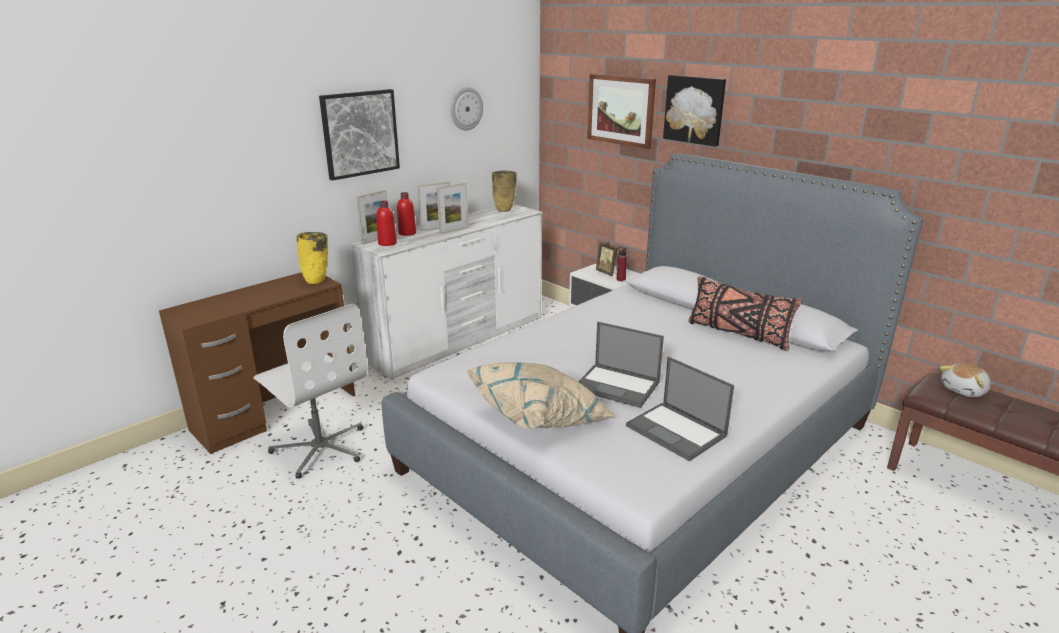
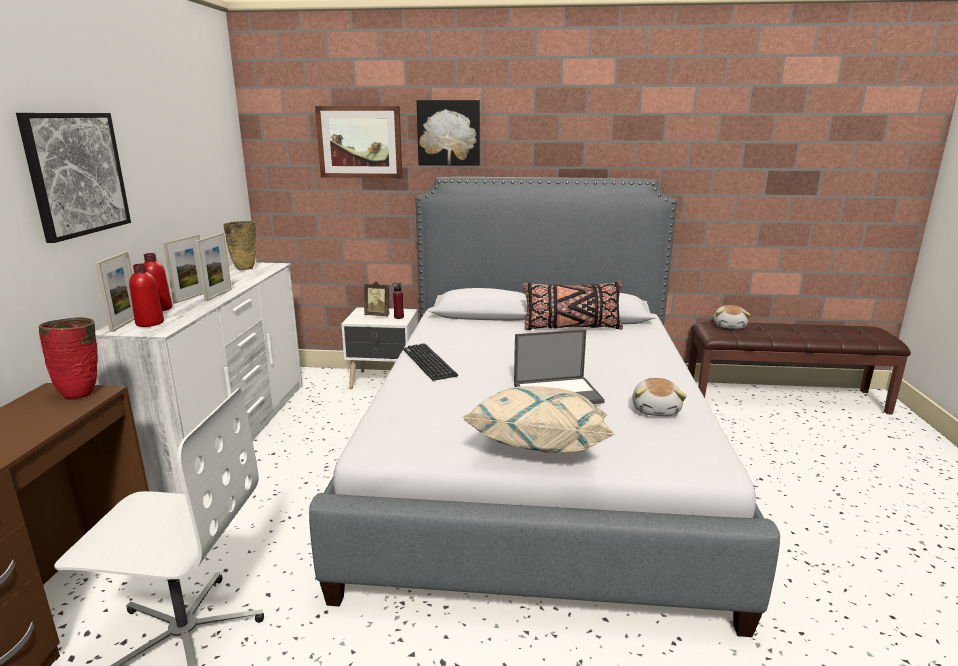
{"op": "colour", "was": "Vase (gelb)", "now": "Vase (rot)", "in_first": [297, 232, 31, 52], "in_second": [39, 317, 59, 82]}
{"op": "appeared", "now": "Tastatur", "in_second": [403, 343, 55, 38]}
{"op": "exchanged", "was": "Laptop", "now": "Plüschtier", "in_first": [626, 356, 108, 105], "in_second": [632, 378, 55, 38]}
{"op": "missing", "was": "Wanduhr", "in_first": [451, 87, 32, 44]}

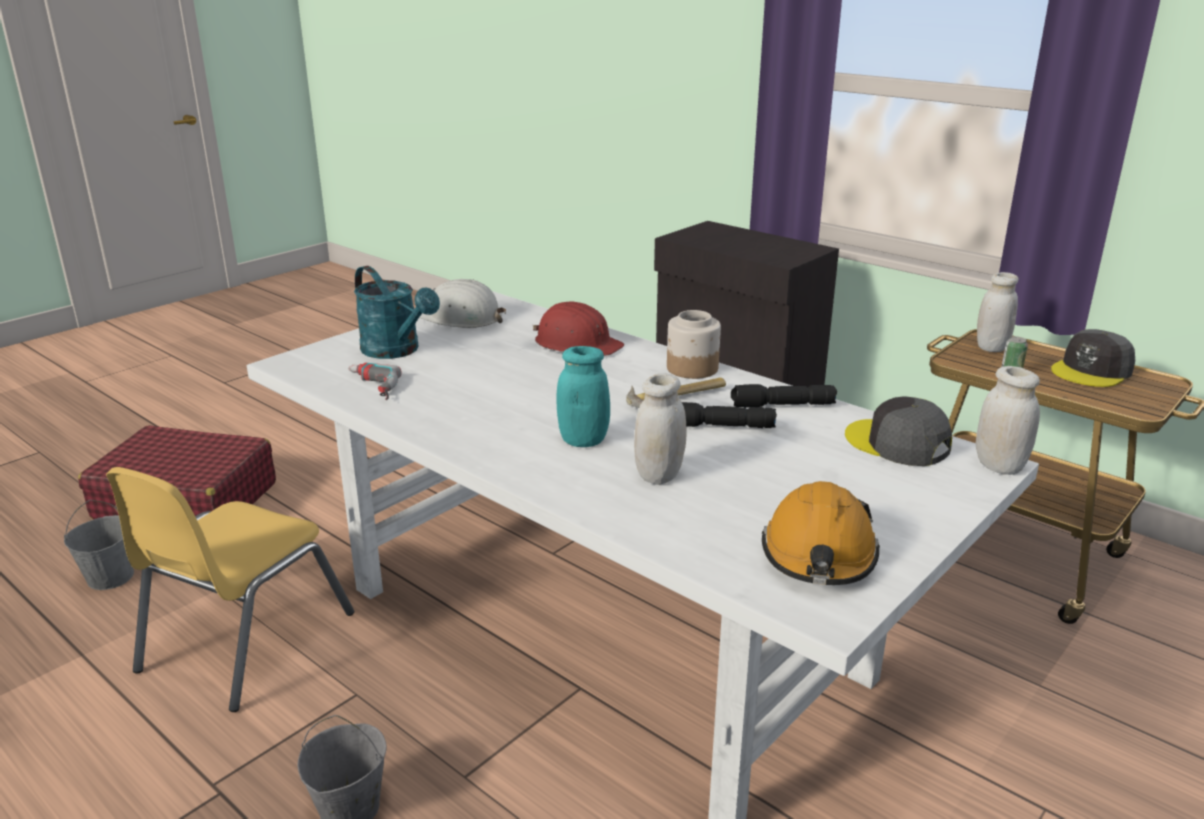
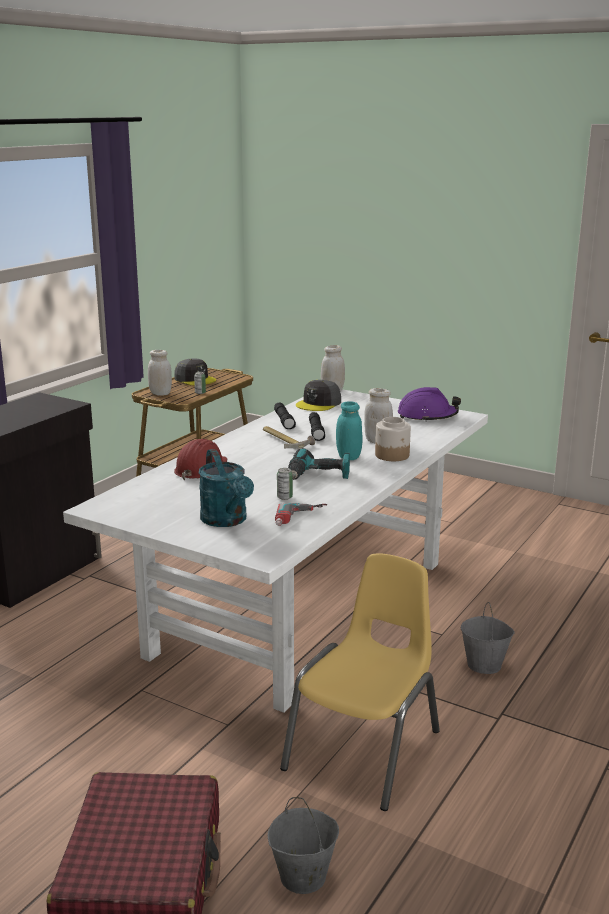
{"op": "spun", "was": "Gießkanne (türkis)", "in_first": [354, 266, 86, 93], "in_second": [199, 449, 55, 78], "clockwise": 120}
{"op": "appeared", "now": "Dose", "in_second": [277, 468, 16, 32]}
{"op": "spun", "was": "Stuhl (gelb)", "in_first": [106, 467, 248, 245], "in_second": [280, 553, 160, 258], "clockwise": -75}
{"op": "appeared", "now": "Bohrmaschine", "in_second": [288, 448, 62, 32]}
{"op": "relocated", "was": "Vorratsglas", "in_first": [667, 310, 54, 69], "in_second": [375, 417, 36, 44]}
{"op": "colour", "was": "Schutzhelm (orange)", "now": "Schutzhelm (lila)", "in_first": [762, 481, 118, 104], "in_second": [398, 387, 63, 35]}
{"op": "missing", "was": "Schutzhelm (weiß)", "in_first": [419, 279, 87, 49]}

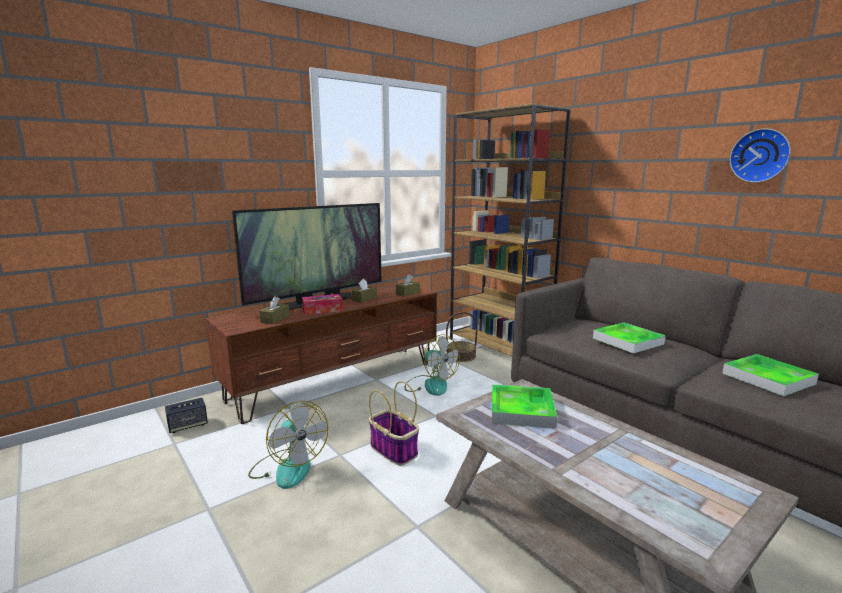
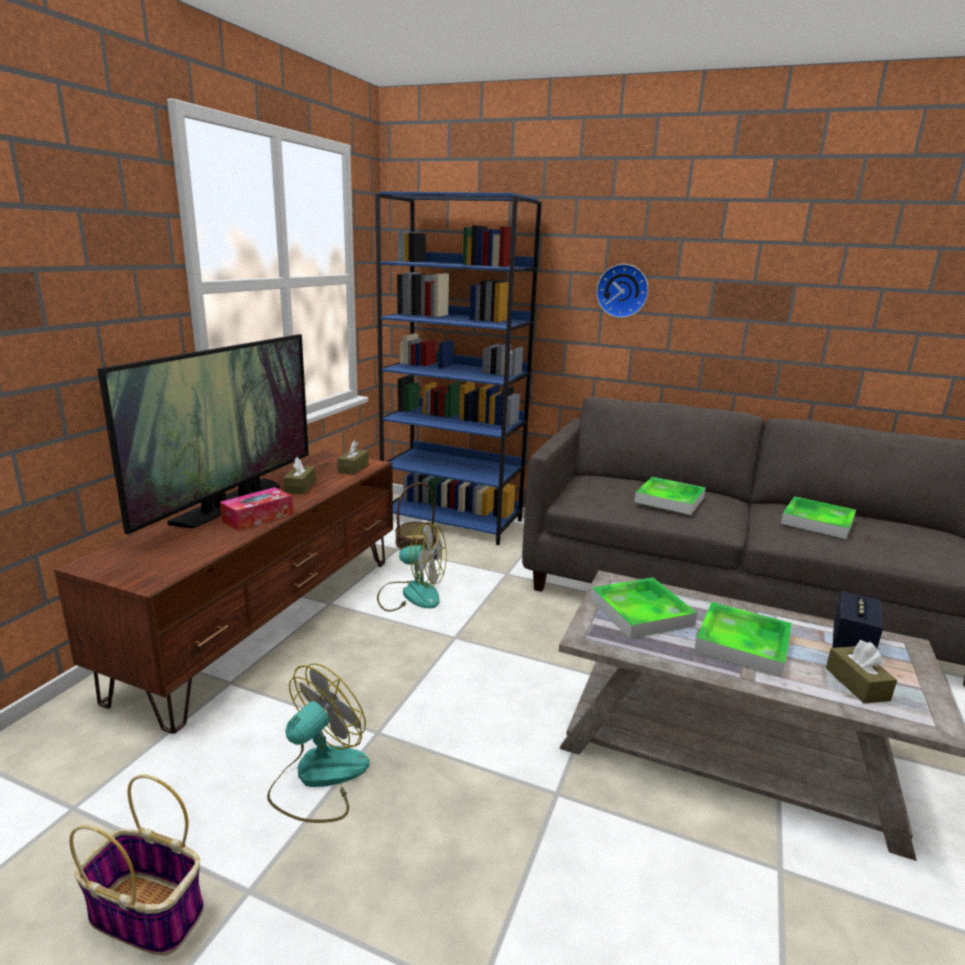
{"op": "relocated", "was": "Korb", "in_first": [369, 381, 50, 85], "in_second": [69, 775, 135, 180]}
{"op": "spun", "was": "Ventilator", "in_first": [248, 401, 80, 88], "in_second": [267, 663, 102, 160], "clockwise": -75}
{"op": "colour", "was": "Bücherregal (braun)", "now": "Bücherregal (blau)", "in_first": [450, 103, 121, 254], "in_second": [375, 191, 167, 354]}
{"op": "relocated", "was": "Wanduhr", "in_first": [730, 128, 61, 55], "in_second": [596, 264, 53, 54]}
{"op": "appeared", "now": "Tablett", "in_second": [694, 602, 98, 76]}
{"op": "relocated", "was": "Taschentuchbox (braun)", "in_first": [259, 296, 31, 28], "in_second": [826, 640, 71, 63]}
{"op": "relocated", "was": "Lautsprecher", "in_first": [165, 398, 43, 35], "in_second": [832, 591, 51, 57]}

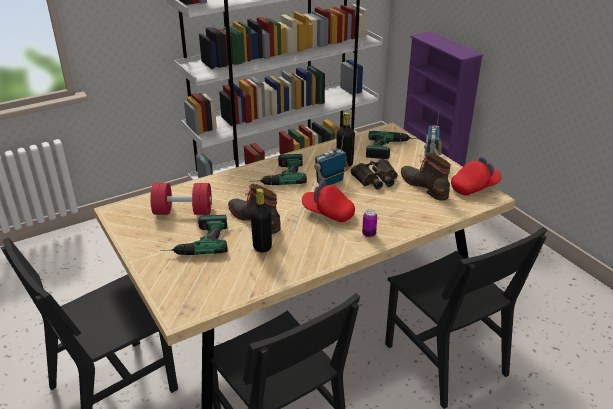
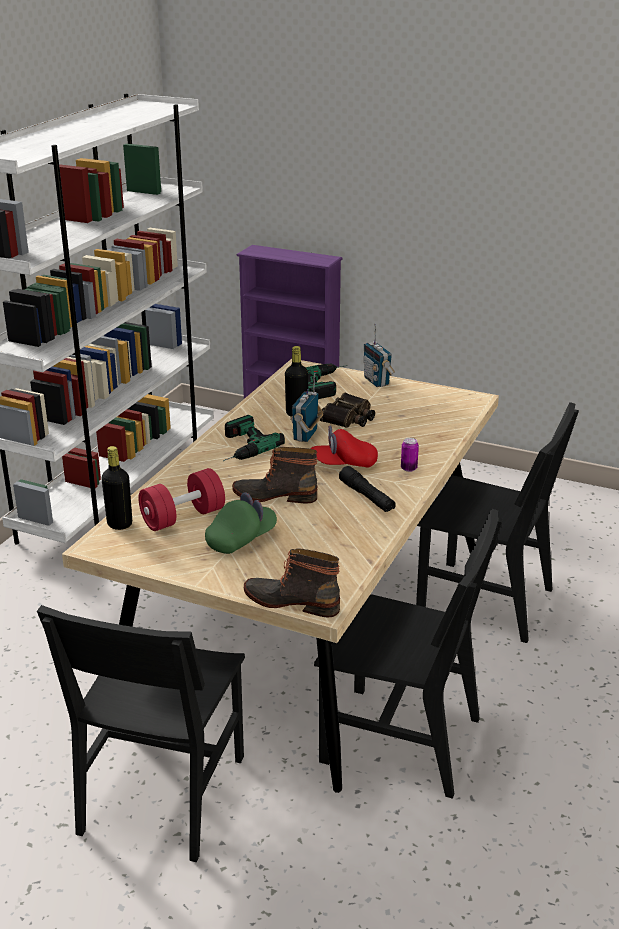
{"op": "relocated", "was": "Flasche (schwarz)", "in_first": [250, 188, 22, 64], "in_second": [101, 446, 31, 84]}
{"op": "exchanged", "was": "Bohrmaschine", "now": "Kappe (grün)", "in_first": [160, 215, 67, 40], "in_second": [205, 492, 72, 62]}
{"op": "relocated", "was": "Stiefel", "in_first": [401, 152, 50, 49], "in_second": [244, 548, 96, 69]}
{"op": "appeared", "now": "Taschenlampe (schwarz)", "in_second": [339, 466, 57, 46]}
{"op": "missing", "was": "Kappe (rot)", "in_first": [451, 157, 50, 38]}

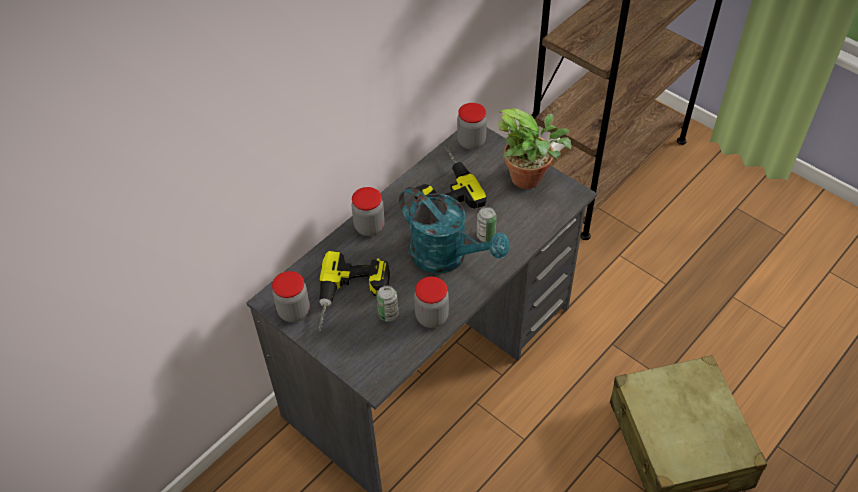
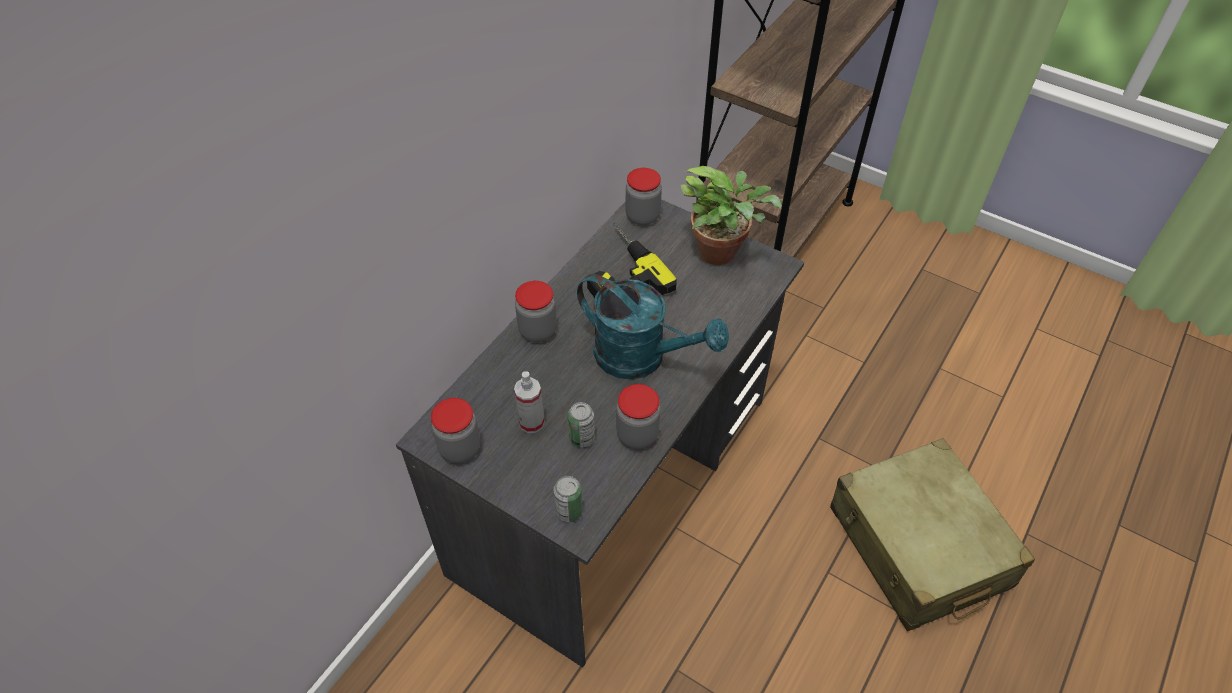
{"op": "exchanged", "was": "Bohrmaschine", "now": "Sprühflasche", "in_first": [318, 251, 72, 80], "in_second": [514, 371, 31, 62]}
{"op": "relocated", "was": "Dose", "in_first": [477, 207, 20, 35], "in_second": [553, 476, 30, 46]}

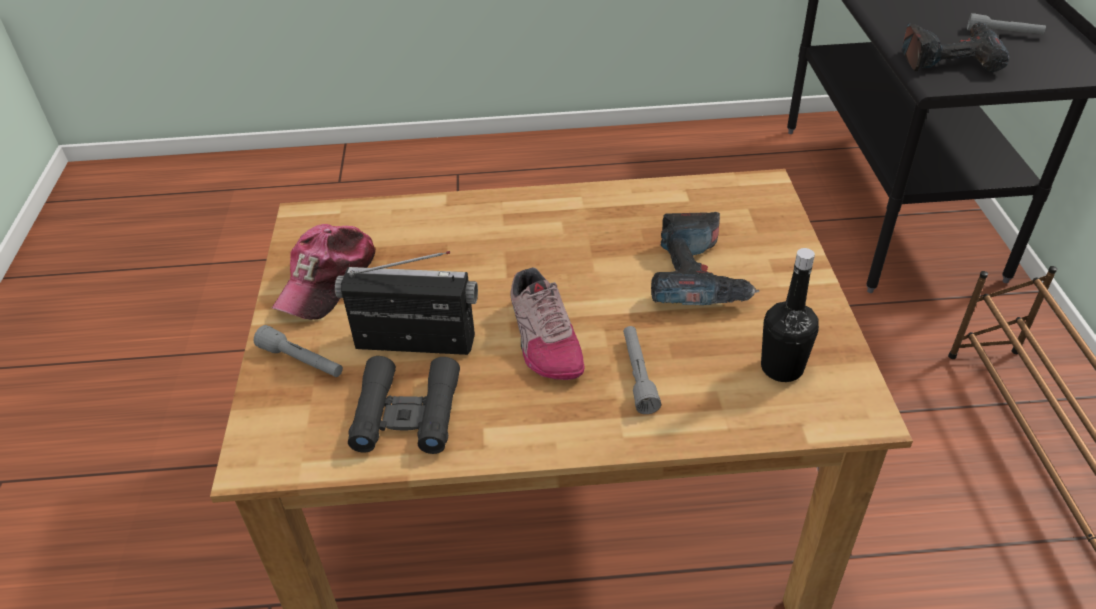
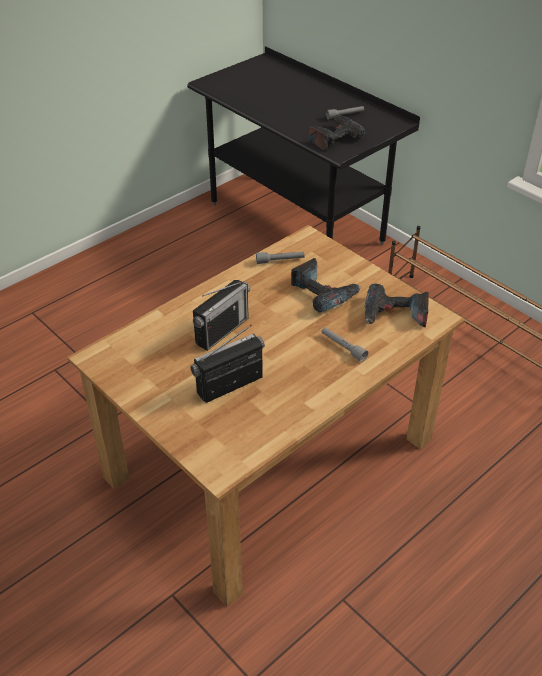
{"op": "appeared", "now": "Radio", "in_second": [193, 280, 57, 71]}
{"op": "relocated", "was": "Taschenlampe (grau)", "in_first": [254, 325, 89, 52], "in_second": [256, 252, 49, 12]}
{"op": "exchanged", "was": "Flasche (schwarz)", "now": "Bohrmaschine", "in_first": [761, 248, 58, 134], "in_second": [365, 284, 64, 43]}
{"op": "missing", "was": "Kappe", "in_first": [272, 224, 104, 96]}
{"op": "missing", "was": "Fernglas (schwarz)", "in_first": [348, 356, 112, 98]}
{"op": "missing", "was": "Schuh", "in_first": [510, 267, 75, 113]}

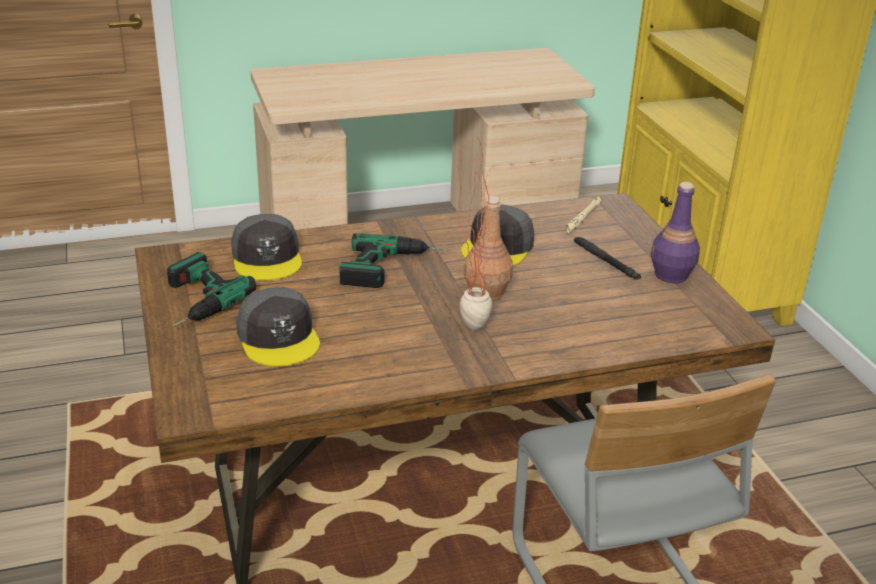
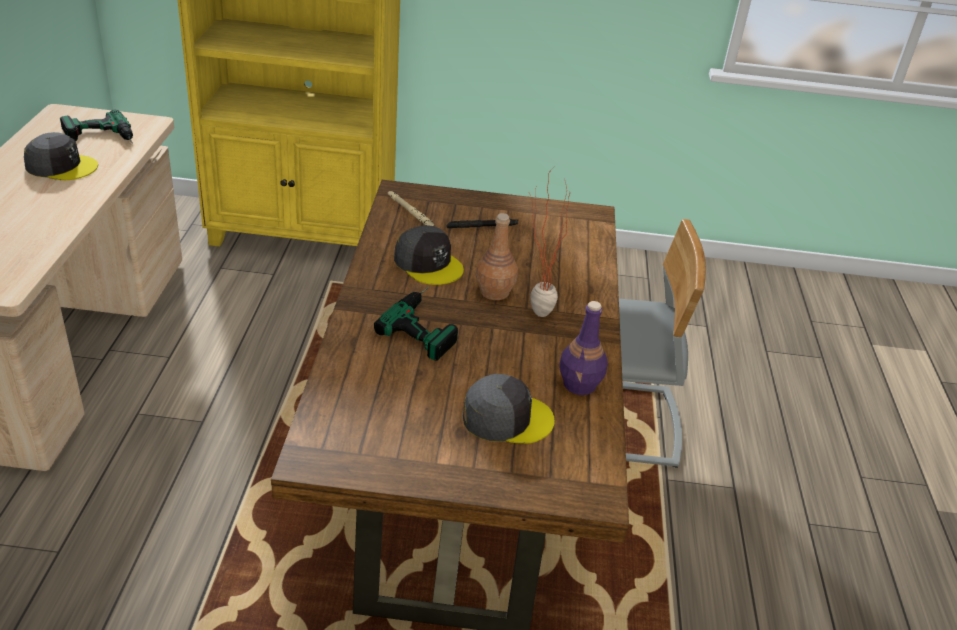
{"op": "relocated", "was": "Kappe (grau)", "in_first": [231, 214, 71, 67], "in_second": [24, 132, 74, 48]}
{"op": "relocated", "was": "Bohrmaschine", "in_first": [167, 252, 89, 74], "in_second": [60, 109, 73, 35]}
{"op": "relocated", "was": "Flasche (lila)", "in_first": [651, 182, 49, 101], "in_second": [559, 301, 49, 94]}

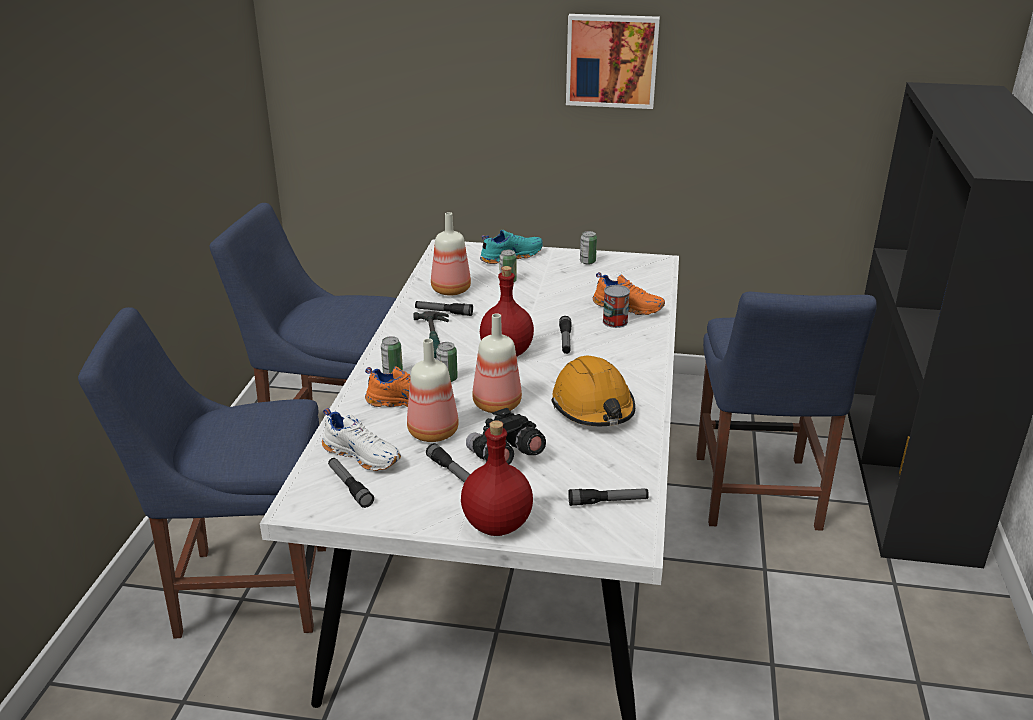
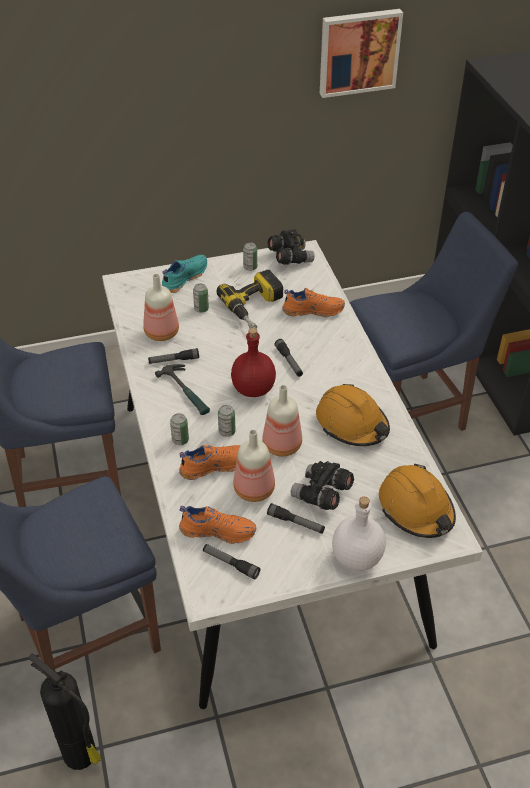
{"op": "appeared", "now": "Feuerlöscher", "in_second": [28, 653, 73, 117]}
{"op": "colour", "was": "Schuh (weiß)", "now": "Schuh (orange)", "in_first": [322, 408, 79, 63], "in_second": [179, 506, 77, 38]}
{"op": "appeared", "now": "Bohrmaschine", "in_second": [216, 270, 67, 59]}
{"op": "appeared", "now": "Fernglas (schwarz)", "in_second": [268, 229, 46, 35]}
{"op": "relocated", "was": "Bild", "in_first": [566, 14, 94, 95], "in_second": [320, 9, 83, 89]}
{"op": "colour", "was": "Flasche (rot)", "now": "Flasche (weiß)", "in_first": [461, 420, 72, 116], "in_second": [332, 497, 54, 74]}
{"op": "spun", "was": "Stuhl (blau)", "in_first": [696, 292, 181, 239], "in_second": [350, 212, 168, 219], "clockwise": -90}
{"op": "exchanged", "was": "Taschenlampe", "now": "Schutzhelm (orange)", "in_first": [568, 488, 81, 18], "in_second": [379, 464, 77, 74]}
{"op": "missing", "was": "Dose", "in_first": [603, 285, 27, 43]}

